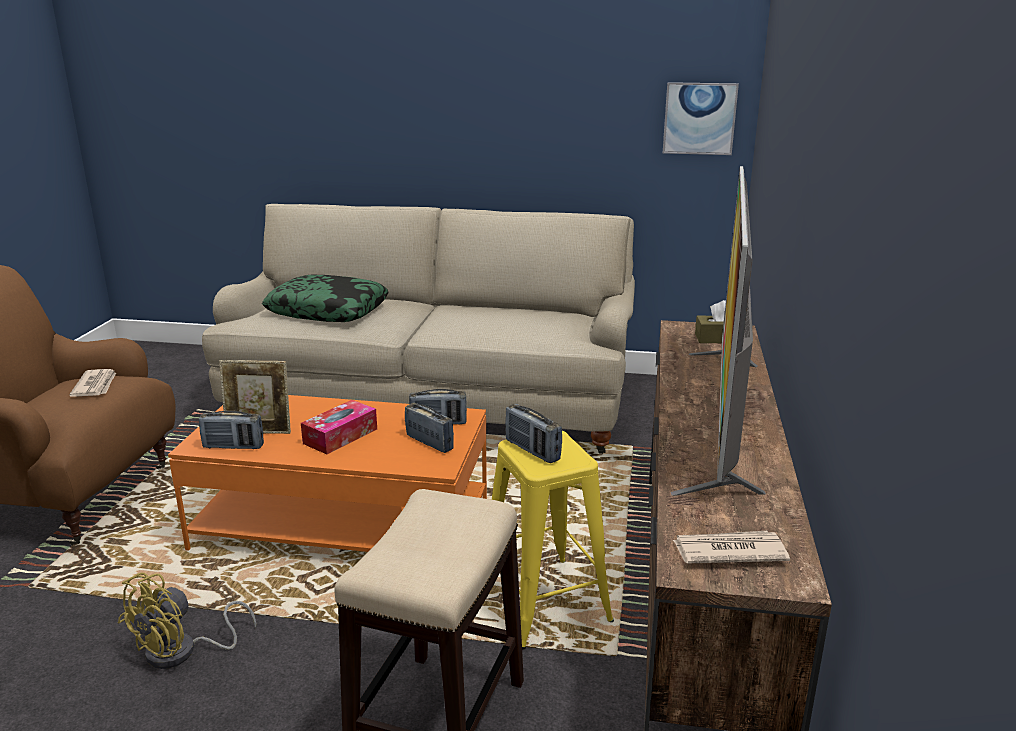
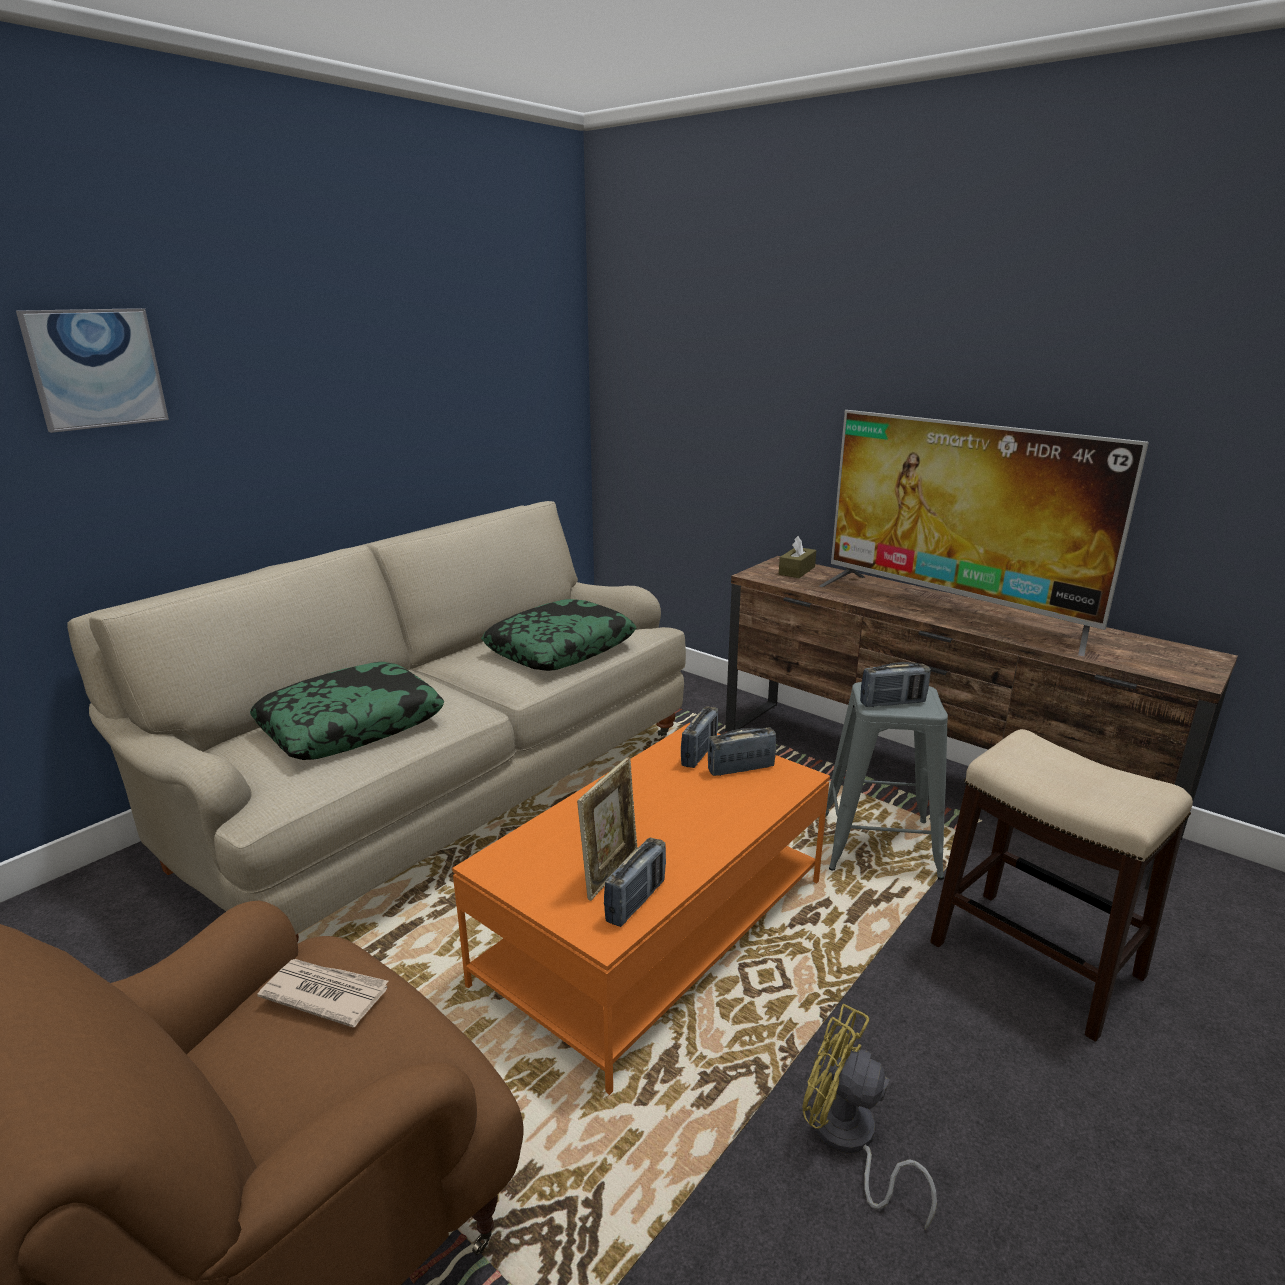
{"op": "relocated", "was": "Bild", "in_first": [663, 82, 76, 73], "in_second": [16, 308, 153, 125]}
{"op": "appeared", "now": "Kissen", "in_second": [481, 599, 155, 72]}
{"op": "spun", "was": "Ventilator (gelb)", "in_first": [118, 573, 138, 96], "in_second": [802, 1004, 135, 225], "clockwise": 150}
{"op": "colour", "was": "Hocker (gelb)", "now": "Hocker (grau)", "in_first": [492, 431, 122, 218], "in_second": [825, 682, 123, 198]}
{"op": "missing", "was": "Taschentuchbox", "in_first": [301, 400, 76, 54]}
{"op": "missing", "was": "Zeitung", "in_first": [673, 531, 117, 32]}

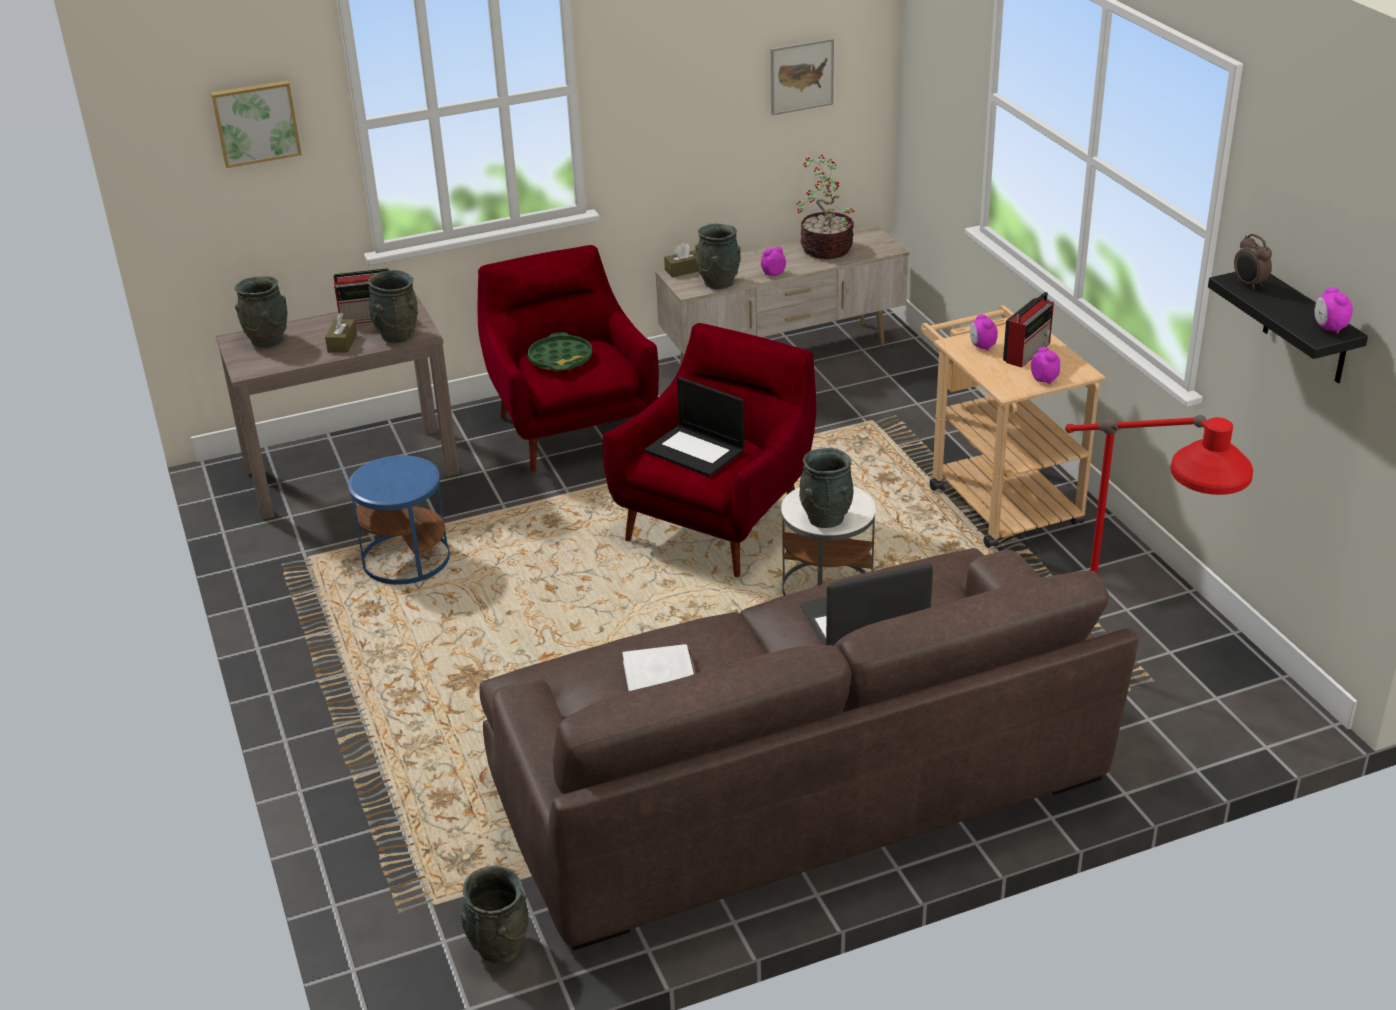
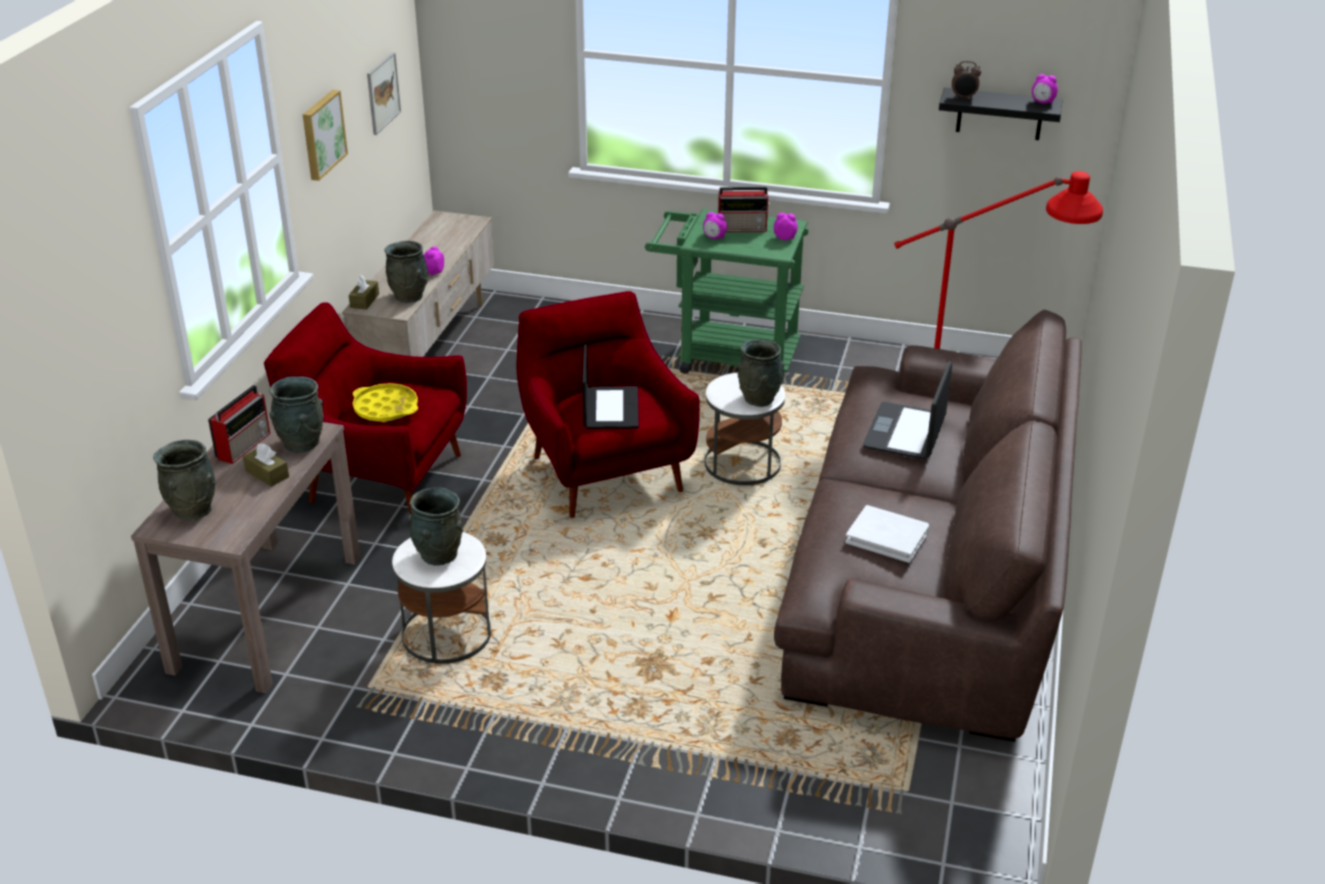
{"op": "relocated", "was": "Bild", "in_first": [211, 80, 91, 88], "in_second": [303, 90, 45, 91]}
{"op": "colour", "was": "Tablett (grün)", "now": "Tablett (gelb)", "in_first": [528, 332, 64, 39], "in_second": [353, 383, 65, 39]}
{"op": "colour", "was": "Beistelltisch (blau)", "now": "Beistelltisch (weiß)", "in_first": [348, 455, 102, 130], "in_second": [392, 532, 99, 132]}
{"op": "relocated", "was": "Vase (grau)", "in_first": [460, 865, 69, 98], "in_second": [408, 487, 55, 79]}
{"op": "spun", "was": "Laptop", "in_first": [644, 377, 100, 100], "in_second": [582, 344, 57, 85], "clockwise": -75}
{"op": "colour", "was": "Rollwagen (beige)", "now": "Rollwagen (grün)", "in_first": [921, 305, 185, 243], "in_second": [645, 209, 164, 165]}
{"op": "spun", "was": "Radio", "in_first": [1003, 292, 51, 76], "in_second": [718, 187, 52, 45], "clockwise": 105}
{"op": "missing", "was": "Topfpflanze", "in_first": [796, 155, 58, 104]}

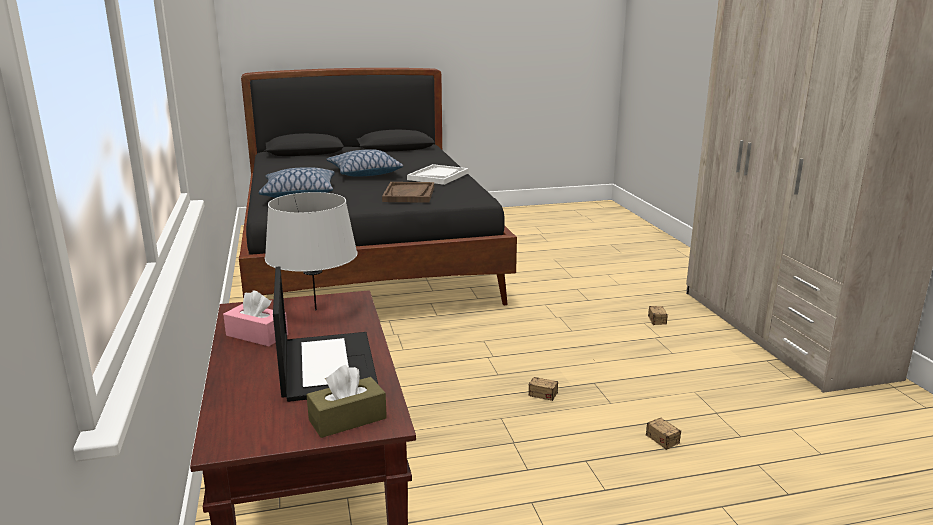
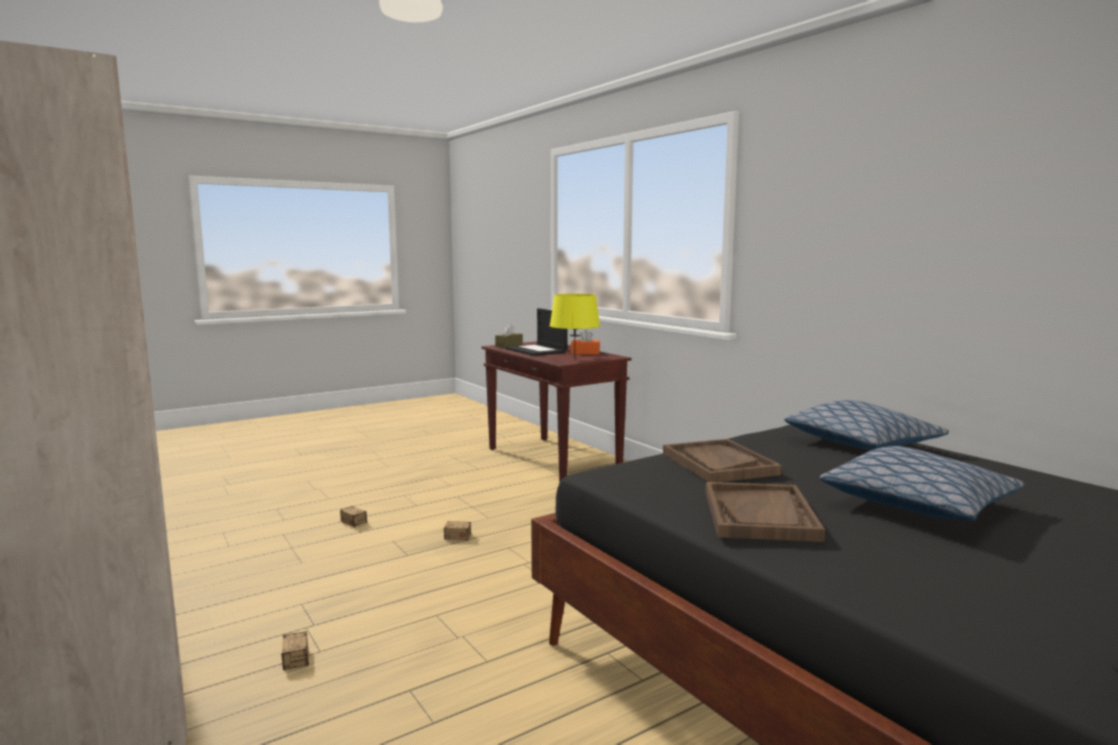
{"op": "colour", "was": "Tischlampe (grau)", "now": "Tischlampe (gelb)", "in_first": [265, 192, 92, 119], "in_second": [550, 294, 50, 65]}
{"op": "colour", "was": "Taschentuchbox (rosa)", "now": "Taschentuchbox (orange)", "in_first": [223, 290, 65, 56], "in_second": [571, 330, 29, 24]}
{"op": "colour", "was": "Tablett (weiß)", "now": "Tablett (braun)", "in_first": [407, 164, 62, 21], "in_second": [706, 482, 119, 60]}

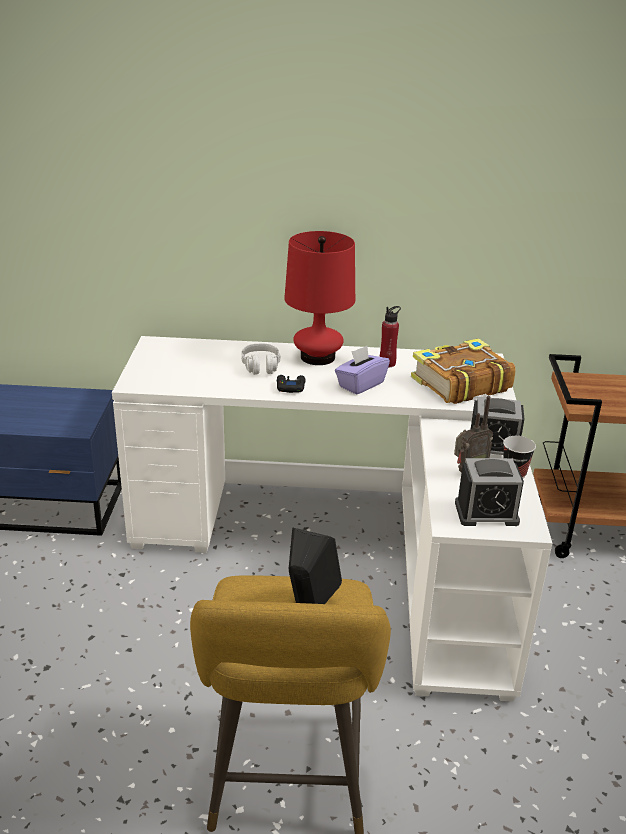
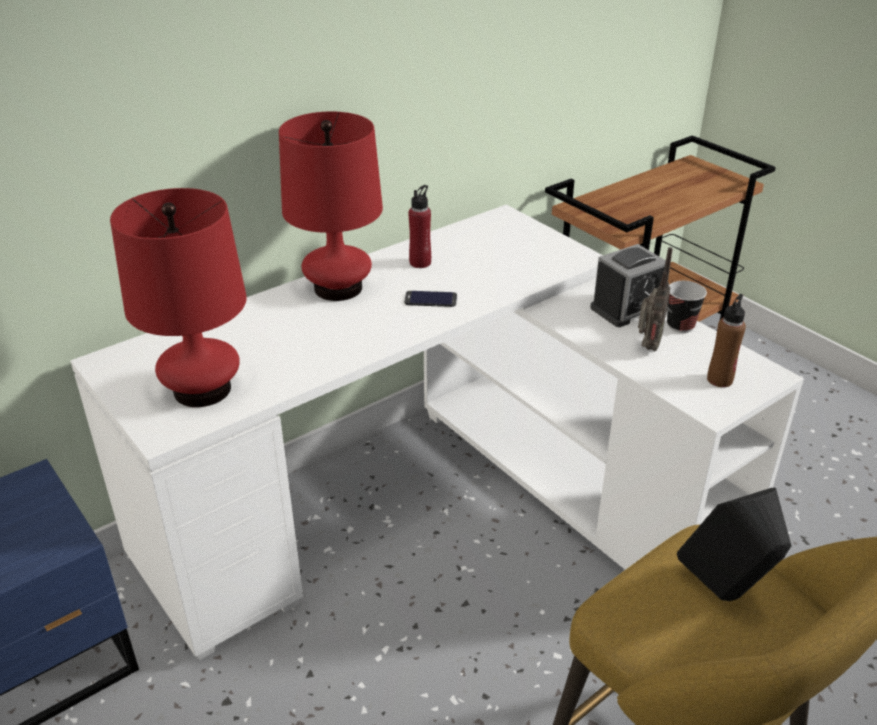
{"op": "appeared", "now": "Tischlampe (rot)", "in_second": [110, 188, 137, 219]}
{"op": "exchanged", "was": "Taschentuchbox (lila)", "now": "Handy", "in_first": [335, 346, 55, 49], "in_second": [404, 291, 53, 16]}
{"op": "exchanged", "was": "Wecker", "now": "Flasche (braun)", "in_first": [455, 458, 69, 68], "in_second": [707, 294, 39, 93]}
{"op": "missing", "was": "Kopfhörer (grau)", "in_first": [241, 344, 40, 31]}
{"op": "missing", "was": "Gamepad (schwarz)", "in_first": [277, 375, 28, 18]}
{"op": "missing", "was": "Buch", "in_first": [411, 338, 105, 66]}

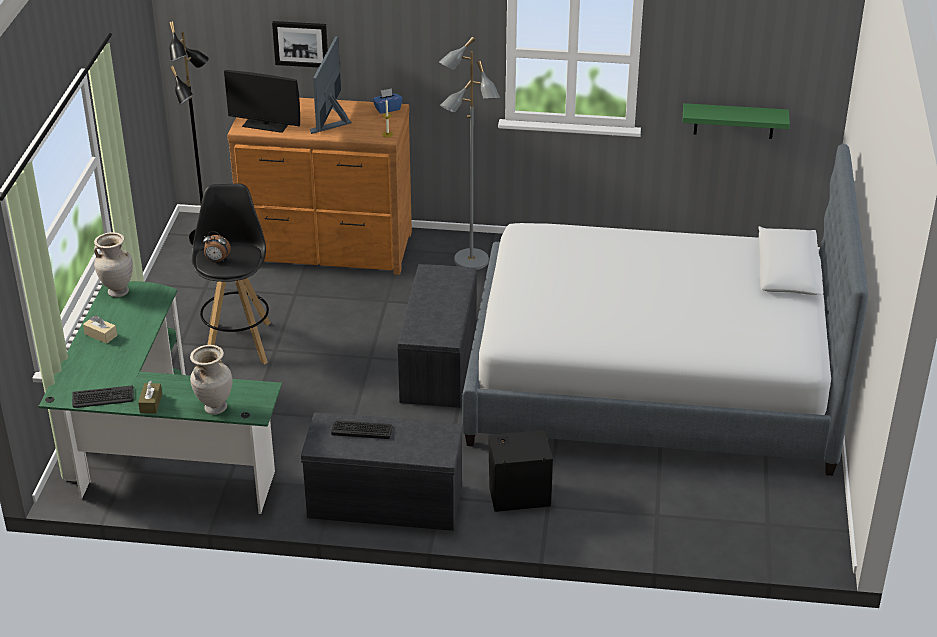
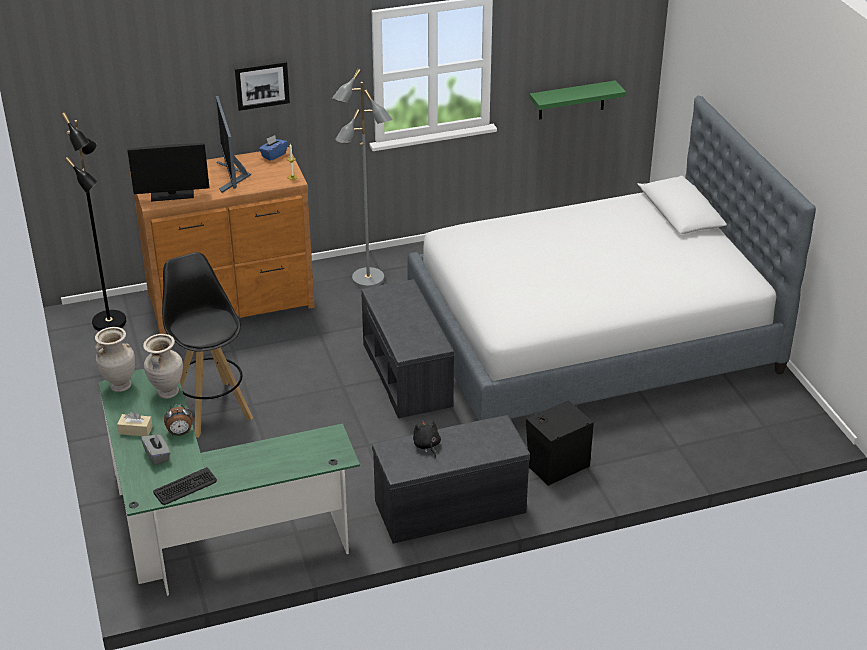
{"op": "appeared", "now": "Taschentuchbox (grau)", "in_second": [141, 434, 29, 31]}
{"op": "relocated", "was": "Vase (beige)", "in_first": [190, 345, 43, 70], "in_second": [143, 334, 40, 65]}
{"op": "relocated", "was": "Wecker", "in_first": [203, 231, 28, 31], "in_second": [164, 404, 29, 32]}
{"op": "relocated", "was": "Bild", "in_first": [272, 21, 56, 47], "in_second": [234, 61, 56, 50]}
{"op": "exchanged", "was": "Tastatur", "now": "Plüschtier (schwarz)", "in_first": [331, 421, 62, 18], "in_second": [413, 420, 28, 38]}
{"op": "missing", "was": "Taschentuchbox (braun)", "in_first": [138, 381, 24, 33]}

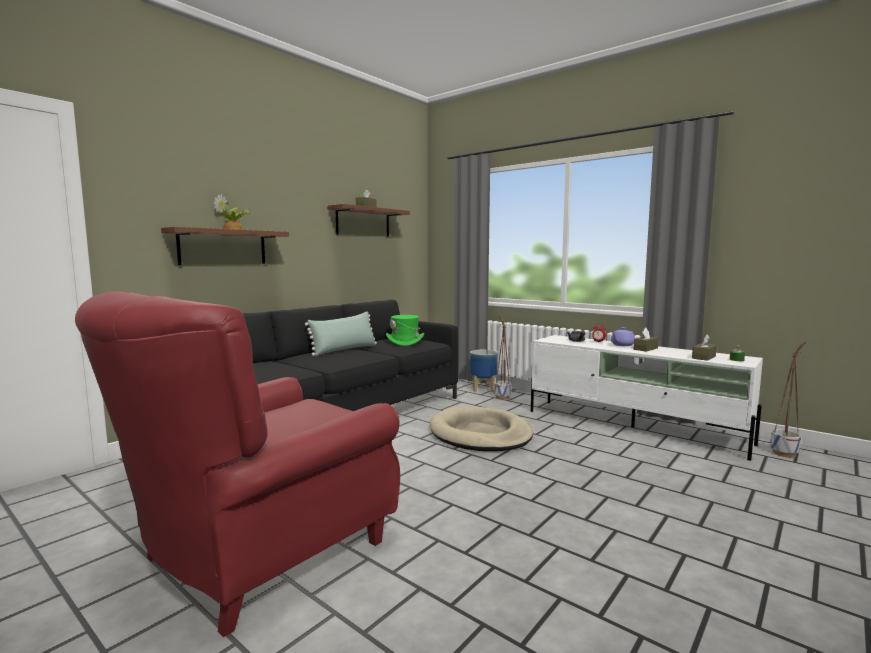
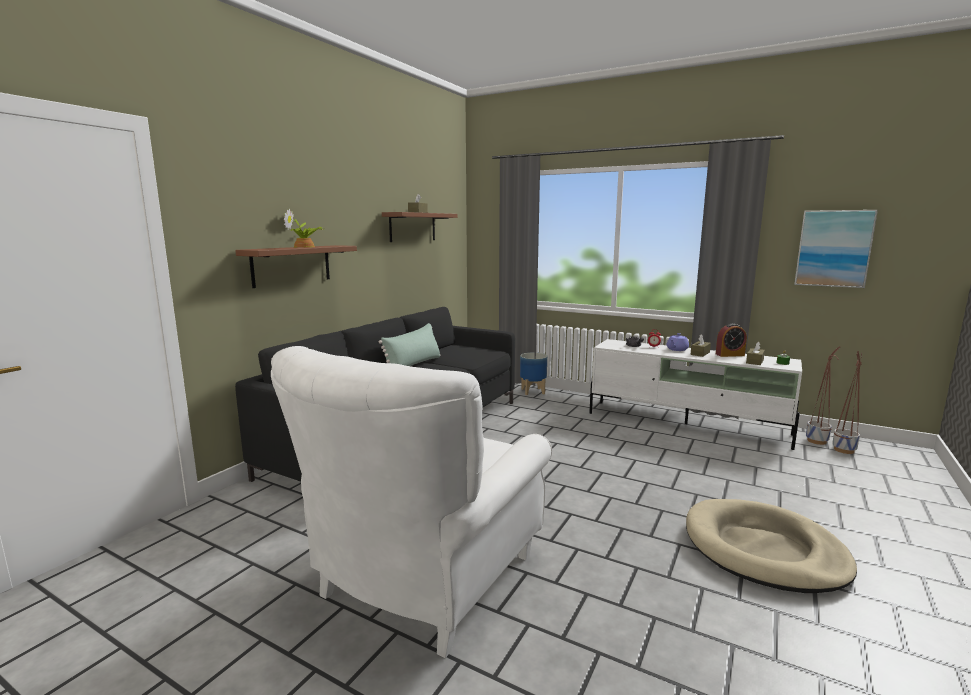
{"op": "colour", "was": "Sessel (rot)", "now": "Sessel (weiß)", "in_first": [75, 292, 325, 345], "in_second": [271, 346, 281, 312]}
{"op": "relocated", "was": "Hundebett (beige)", "in_first": [430, 406, 103, 45], "in_second": [686, 499, 171, 94]}
{"op": "appeared", "now": "Wecker", "in_second": [716, 324, 31, 33]}
{"op": "appeared", "now": "Bild", "in_second": [794, 210, 84, 78]}
{"op": "relocated", "was": "Pflanzkübel", "in_first": [494, 316, 17, 84], "in_second": [832, 351, 30, 103]}
{"op": "missing", "was": "Hut (grün)", "in_first": [386, 315, 38, 31]}

